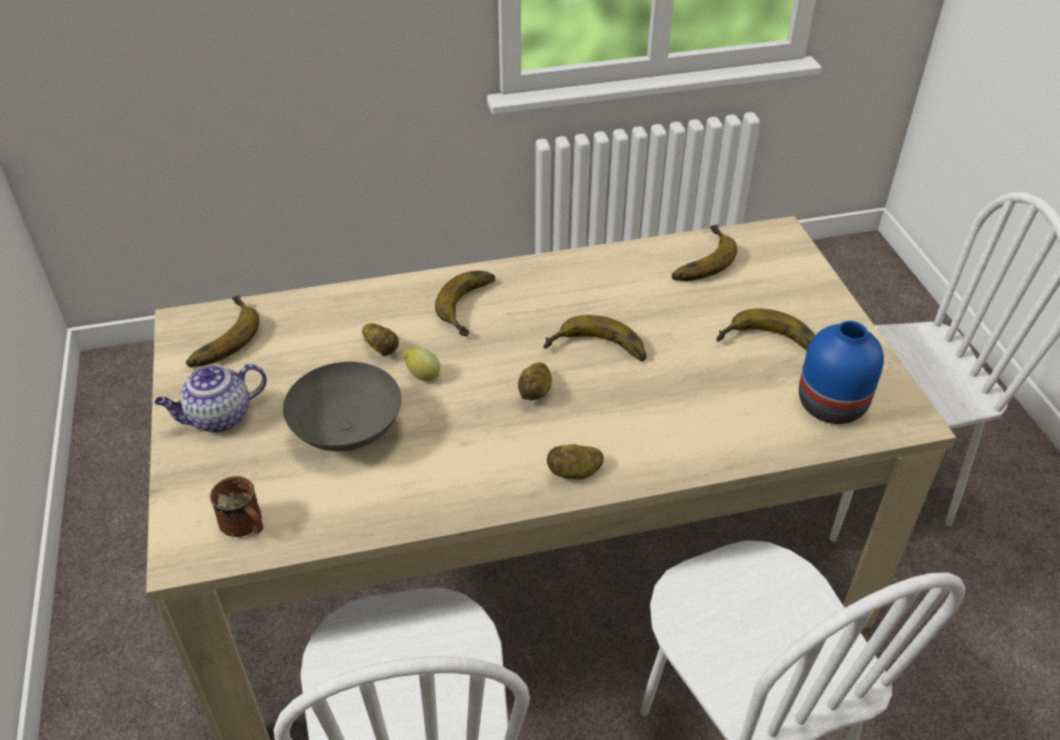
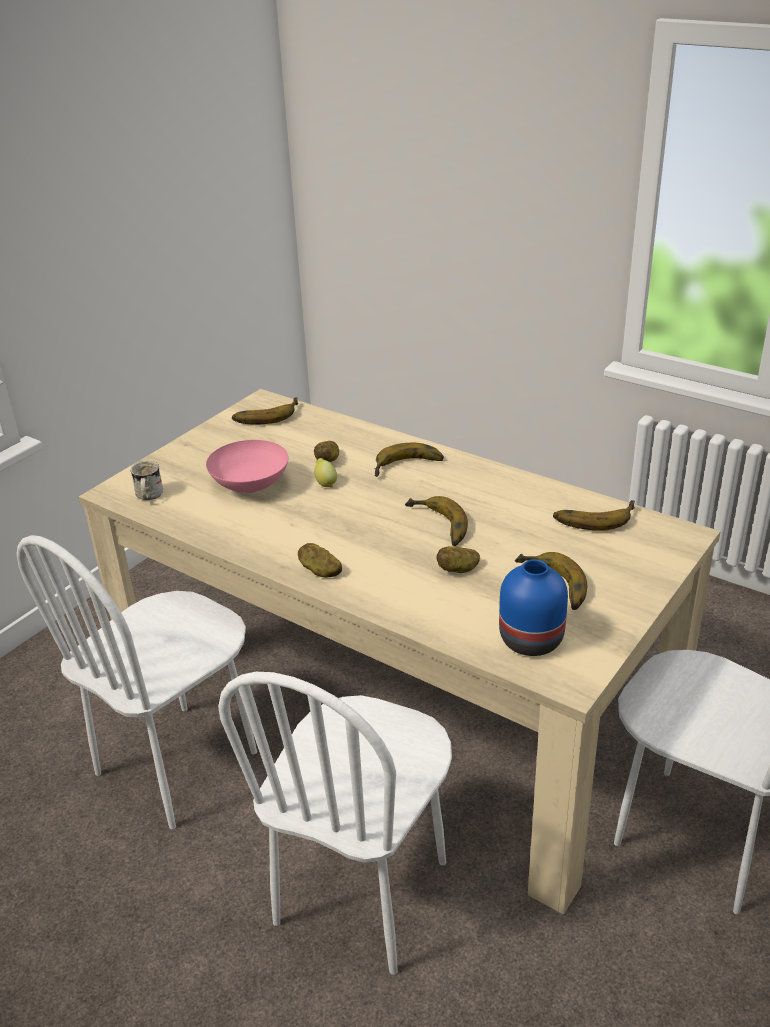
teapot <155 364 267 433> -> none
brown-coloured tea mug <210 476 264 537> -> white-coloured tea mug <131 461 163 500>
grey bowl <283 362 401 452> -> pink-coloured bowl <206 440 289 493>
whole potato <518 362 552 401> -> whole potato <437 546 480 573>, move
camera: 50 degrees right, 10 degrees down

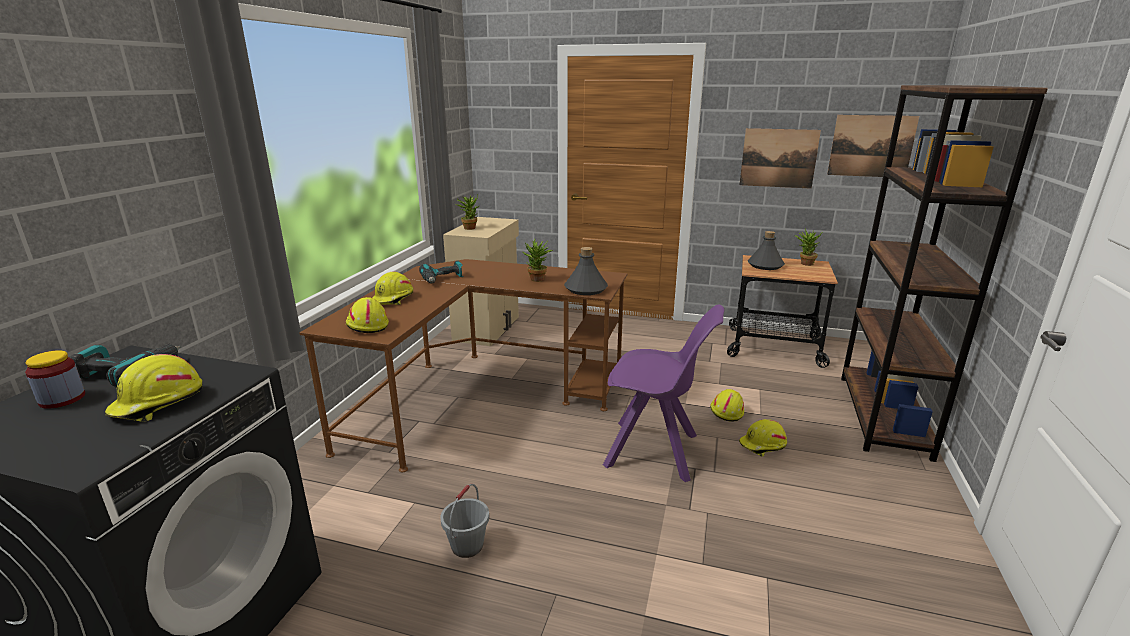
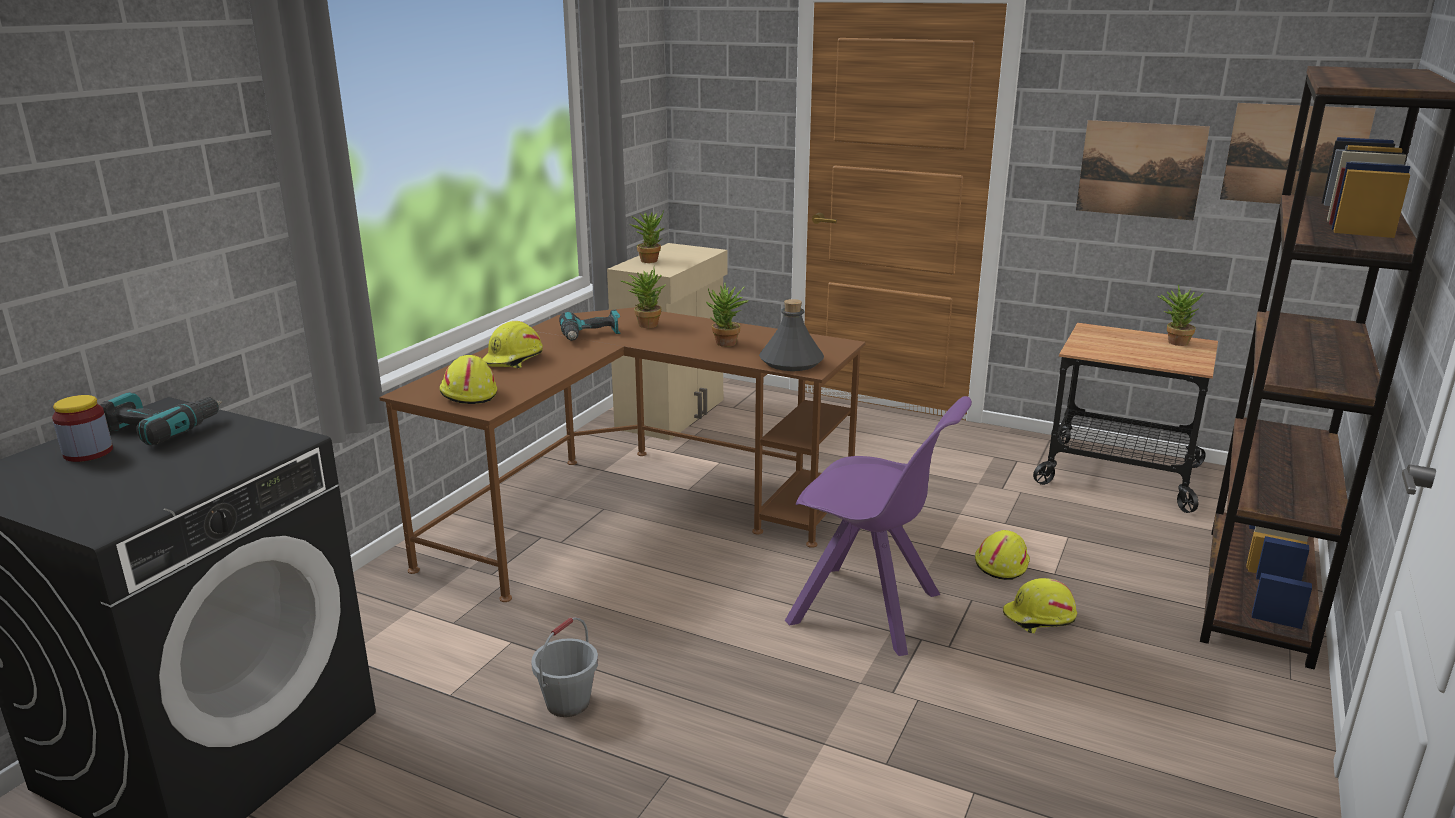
yellow safety helmet <105 354 203 422> -> none
grey bottle <748 231 785 270> -> none
none -> potted plant <621 268 666 328>
camera: 10 degrees right, 0 degrees up

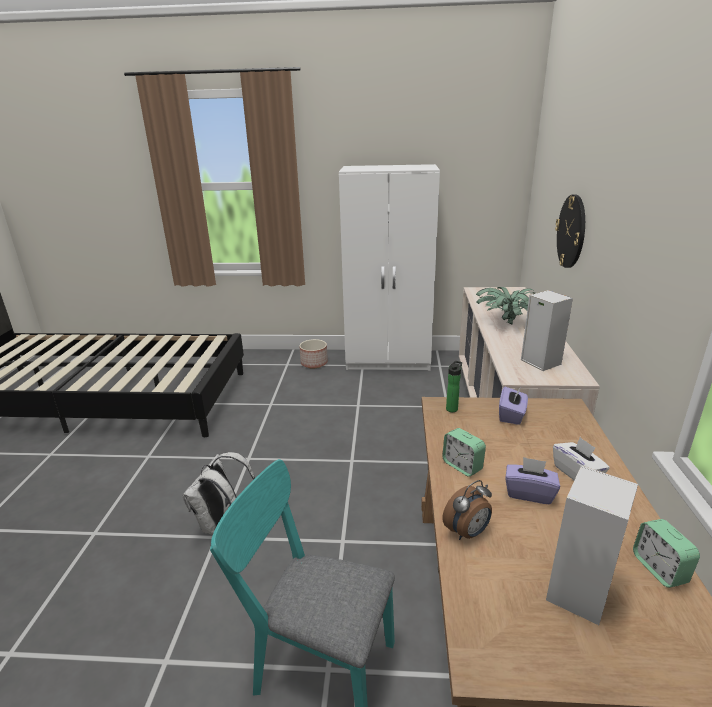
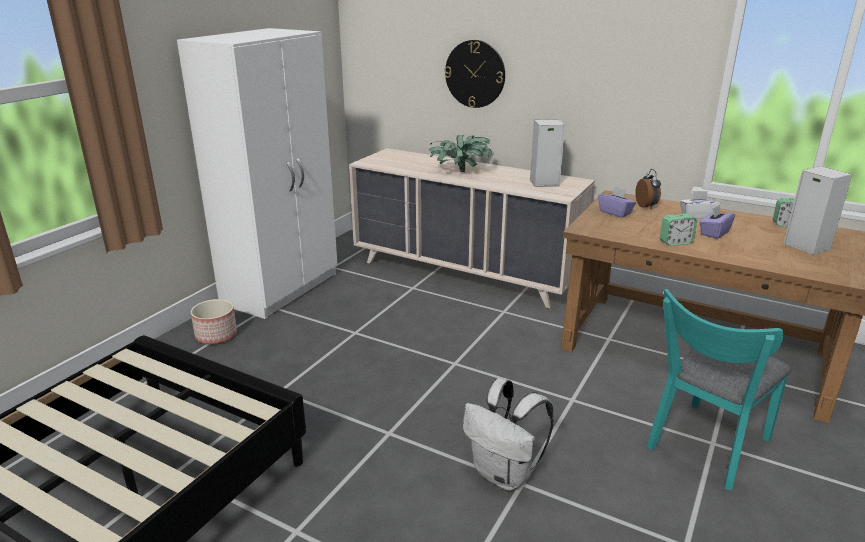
alarm clock <442 480 492 540> -> alarm clock <635 169 661 209>, move
bottle <446 361 462 412> -> none
camera: 65 degrees left, 0 degrees up

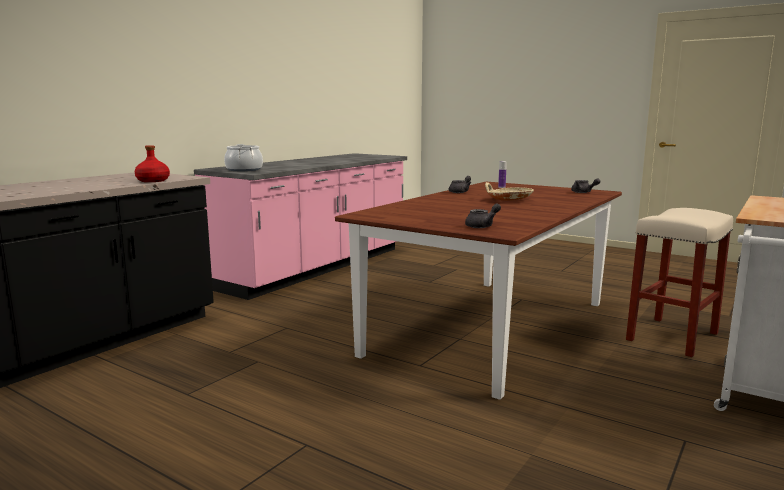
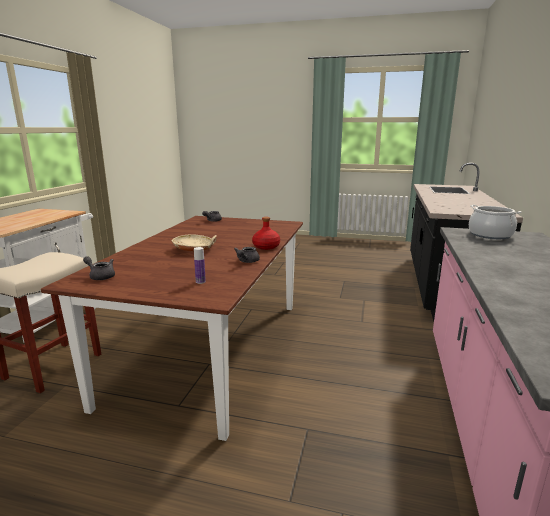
reddish bottle <134 145 170 182> -> reddish bottle <252 217 280 250>, move
camera: 160 degrees right, 5 degrees up

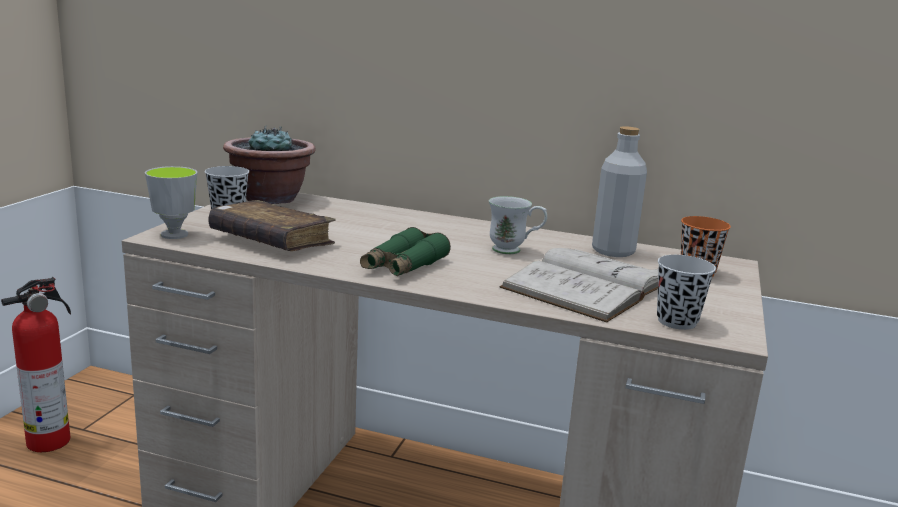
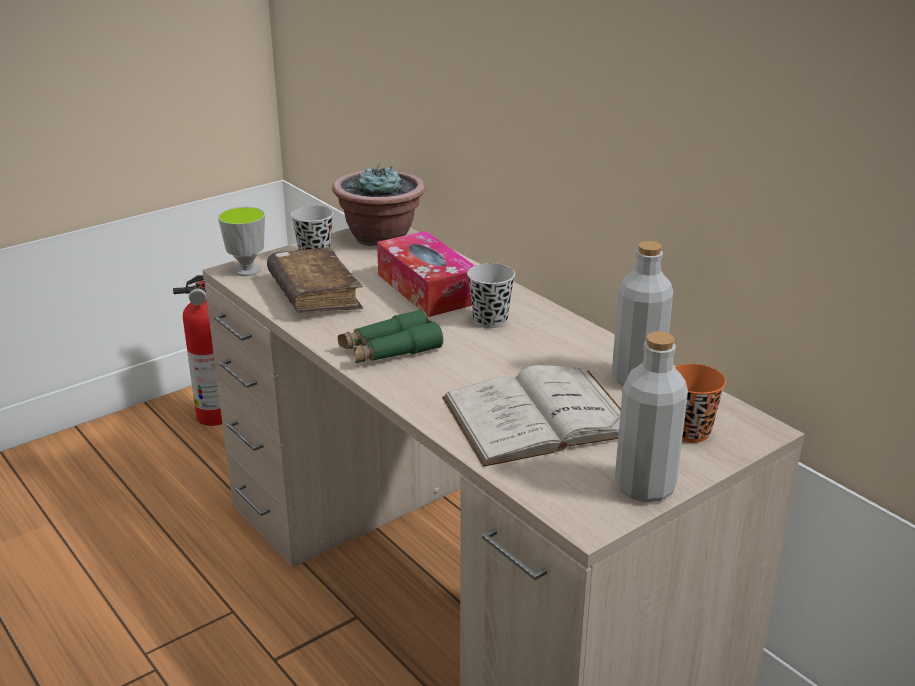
white-coloured tea mug <489 196 547 254> -> none
blackish drinking cup <657 255 716 330> -> blackish drinking cup <467 263 515 328>, move
none -> tissue holder <377 231 475 317>
none -> grey bottle <615 331 688 502>
camera: 35 degrees right, 10 degrees up

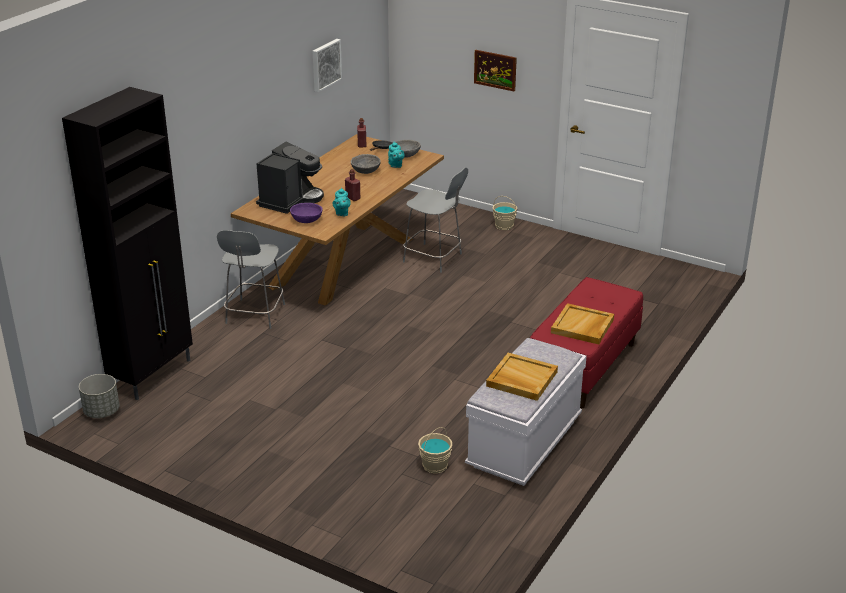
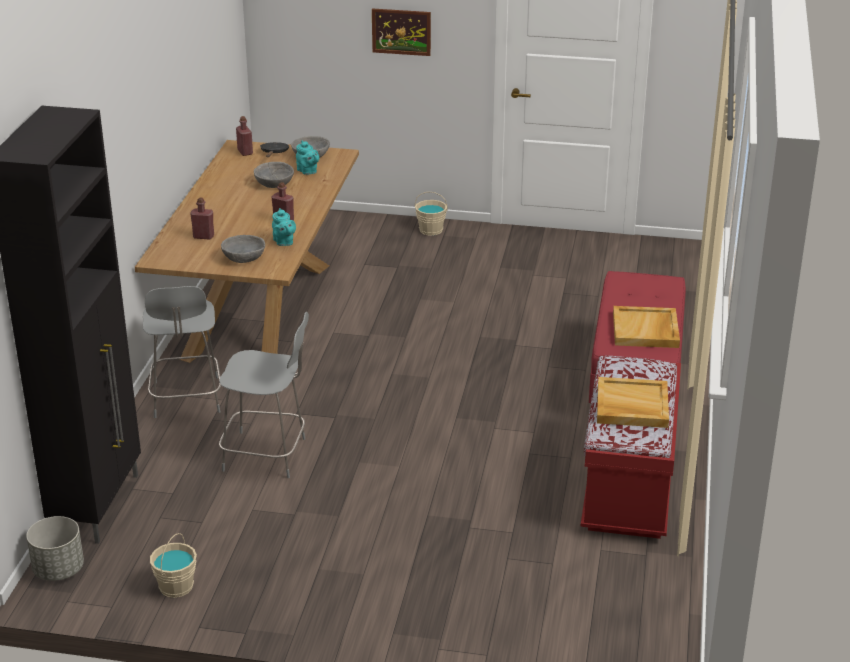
coffee machine <256 141 324 214> -> reddish bottle <190 197 214 240>
purple bowl <290 203 323 223> -> grey bowl <221 235 265 263>
picture <312 39 342 92> -> none
grey upright chair <403 167 468 273> -> grey upright chair <219 312 309 478>, move
sand-coloured bucket <418 427 452 474> -> sand-coloured bucket <150 533 197 598>, move
white-coloured indoor bench <465 338 586 486> -> reddish indoor bench <580 356 681 539>
camera: 20 degrees left, 0 degrees up

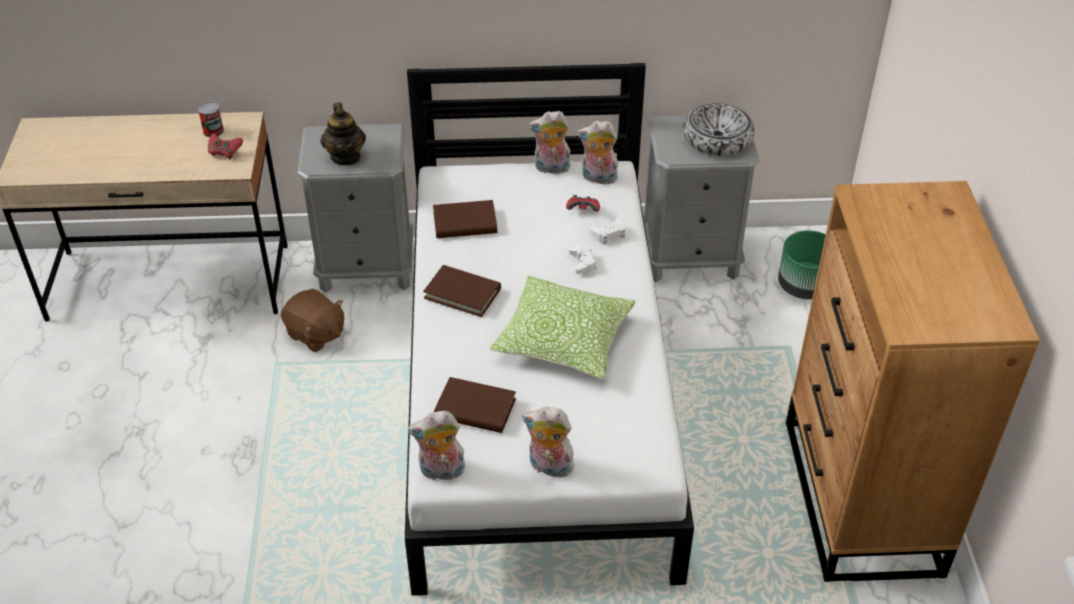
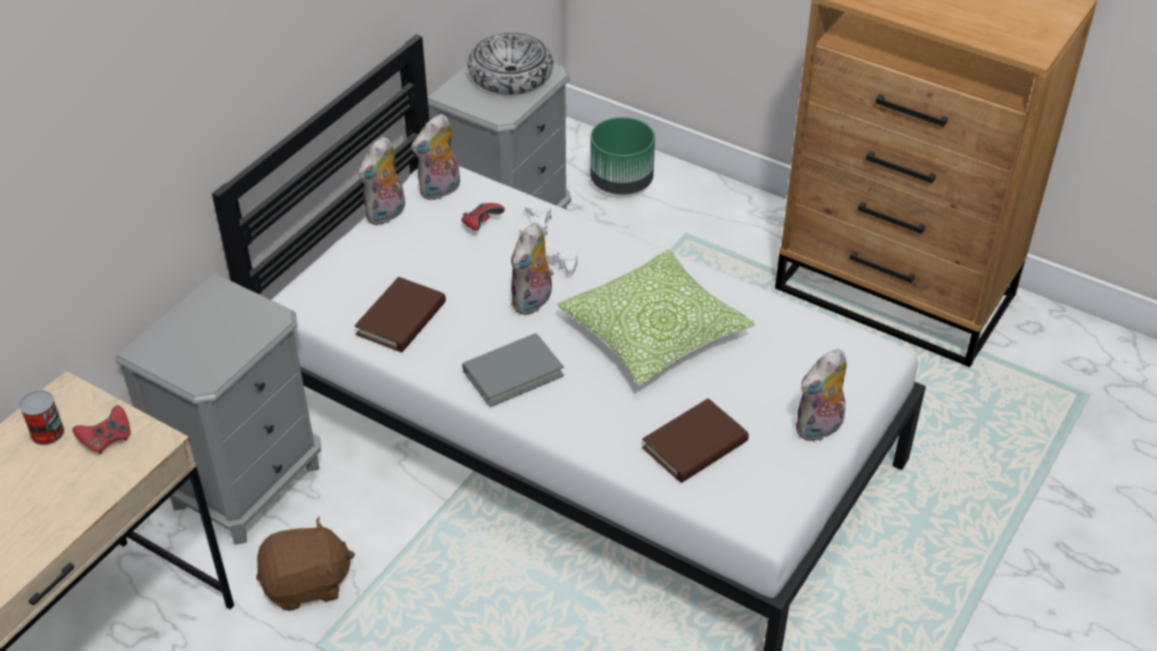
teapot <320 102 366 165> -> none
cuddly toy <408 411 466 483> -> cuddly toy <511 222 554 315>, move
brown-coloured bound book <423 265 501 317> -> grey bound book <462 333 564 407>
camera: 55 degrees left, 0 degrees up

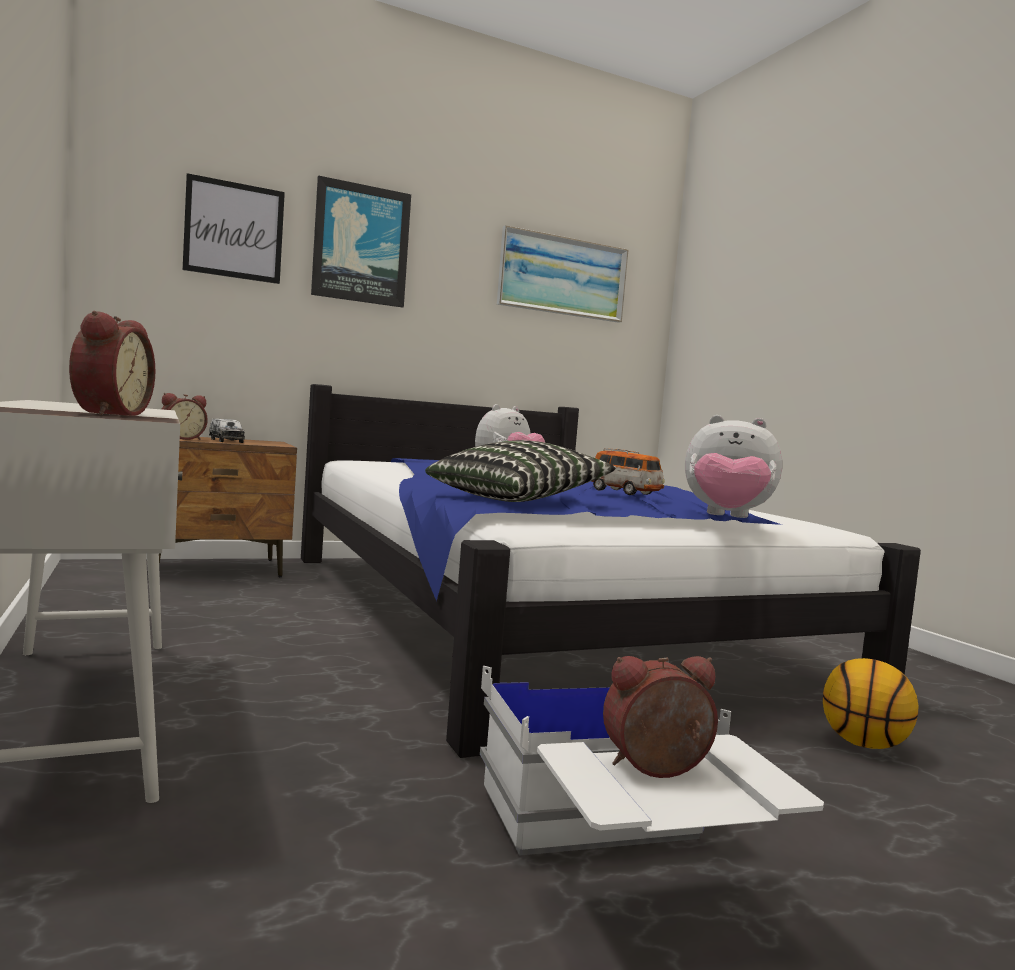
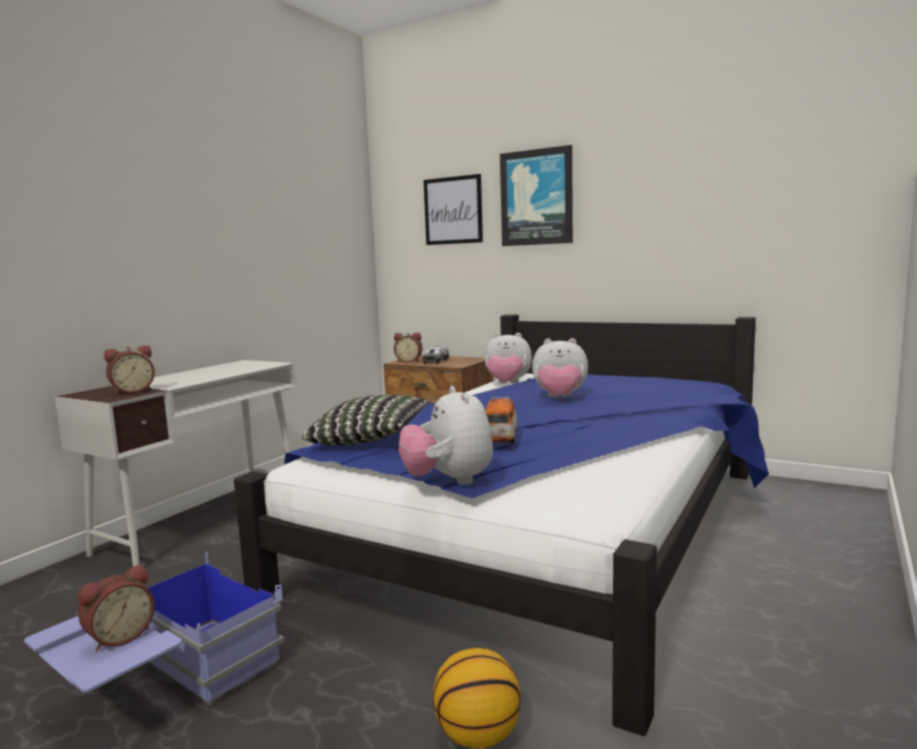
white-coloured storage box <480 666 824 856> -> blue storage box <24 552 284 705>
picture <497 225 629 323> -> none
alarm clock <603 656 718 778> -> alarm clock <77 564 155 652>, 90 degrees clockwise
none -> cuddly toy <485 333 532 383>
camera: 55 degrees right, 5 degrees up

